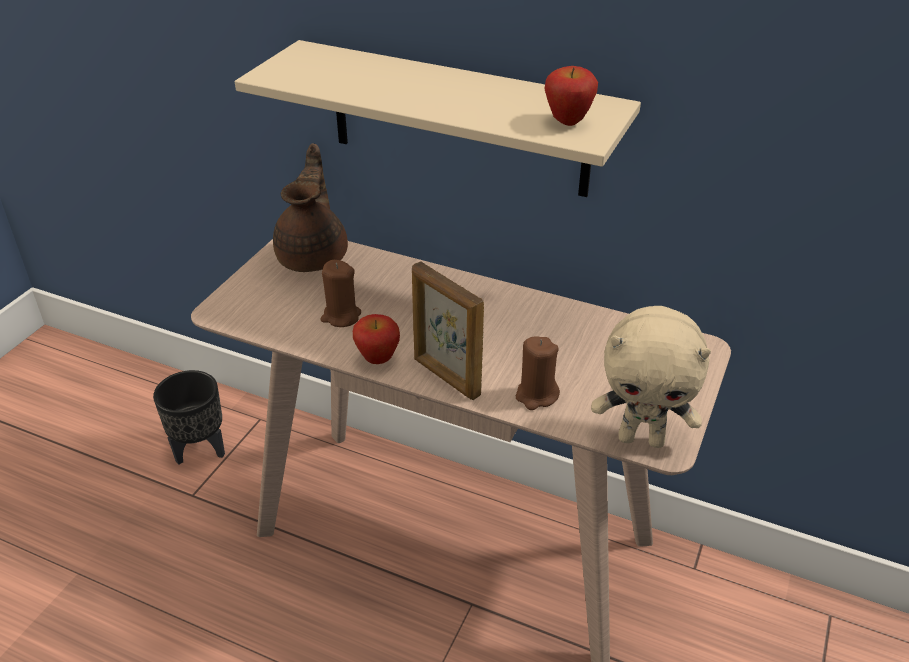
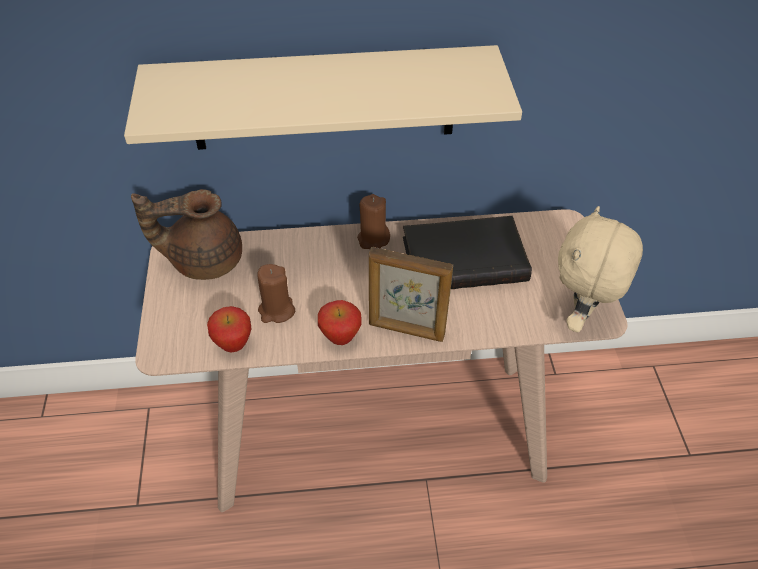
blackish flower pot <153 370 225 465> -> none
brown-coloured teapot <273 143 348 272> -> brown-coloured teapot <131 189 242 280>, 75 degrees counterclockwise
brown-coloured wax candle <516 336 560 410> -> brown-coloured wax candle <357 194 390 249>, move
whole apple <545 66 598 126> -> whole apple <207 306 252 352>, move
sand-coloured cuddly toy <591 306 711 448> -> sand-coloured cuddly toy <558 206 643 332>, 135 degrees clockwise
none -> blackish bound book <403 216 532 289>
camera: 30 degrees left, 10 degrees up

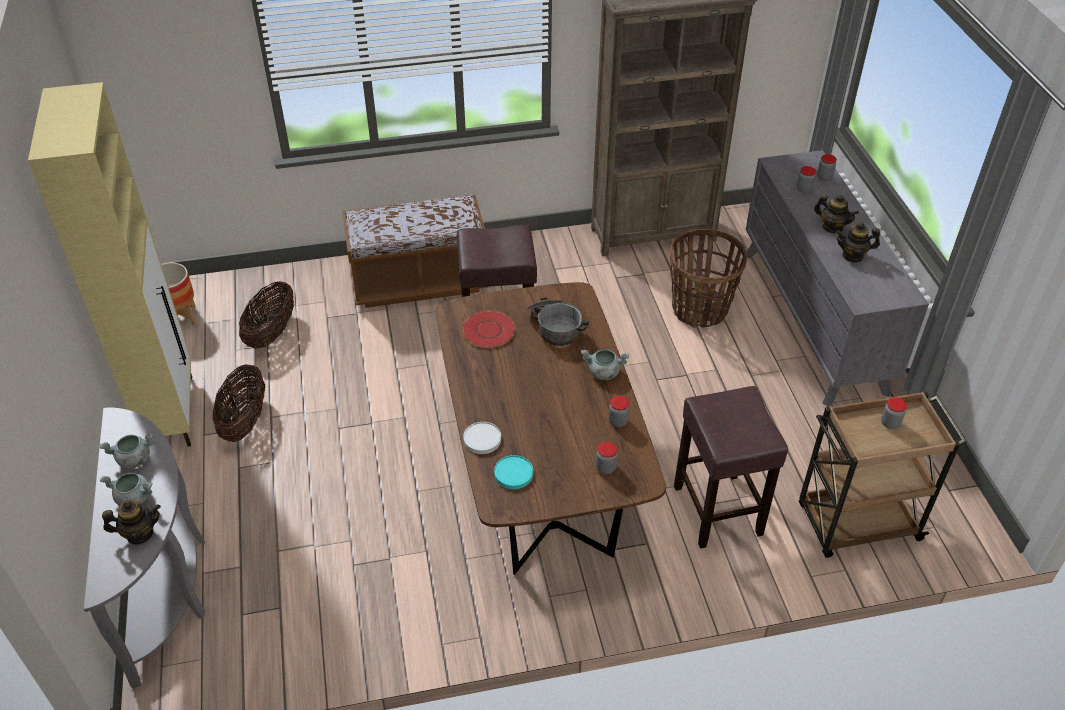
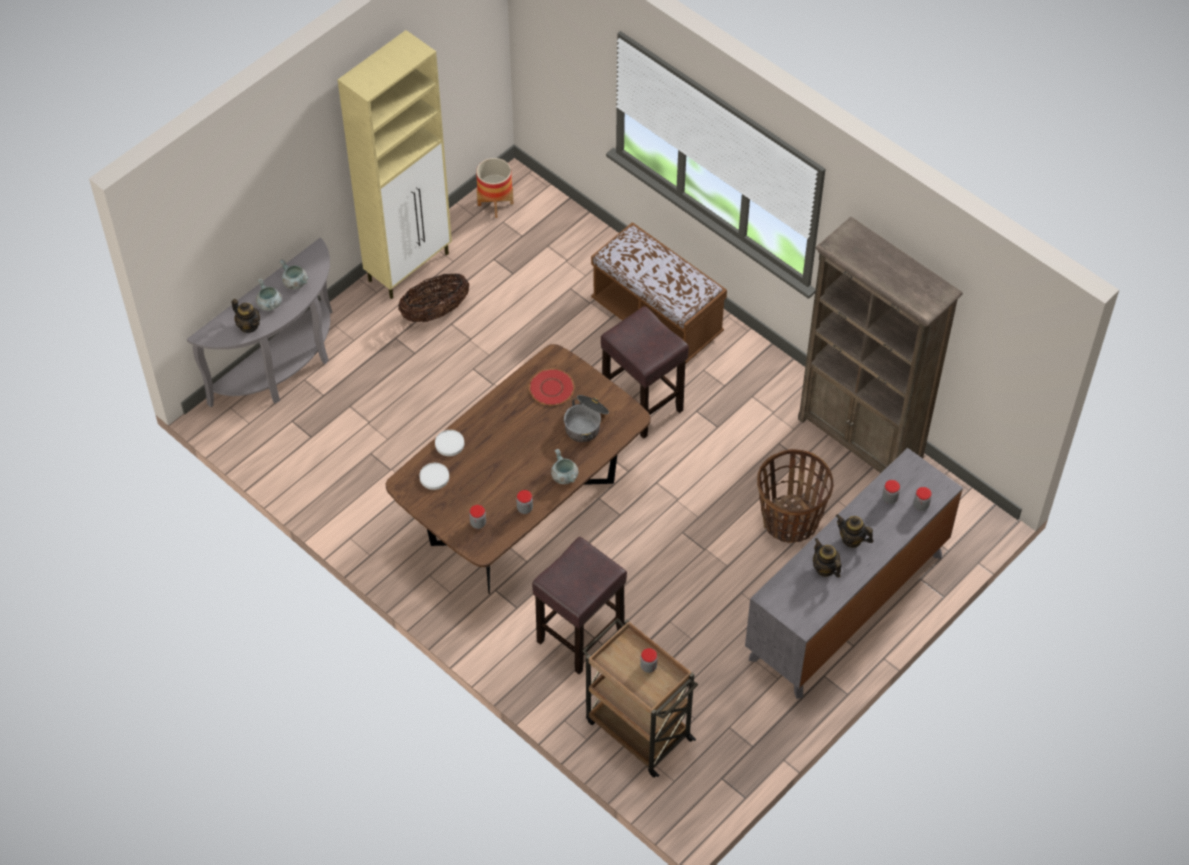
storage basket <239 281 294 349> -> none
blue-green flat dish <494 455 533 489> -> white-coloured flat dish <419 463 449 490>
teapot <814 194 859 233> -> teapot <836 514 874 548>, 120 degrees clockwise
camera: 55 degrees right, 10 degrees up

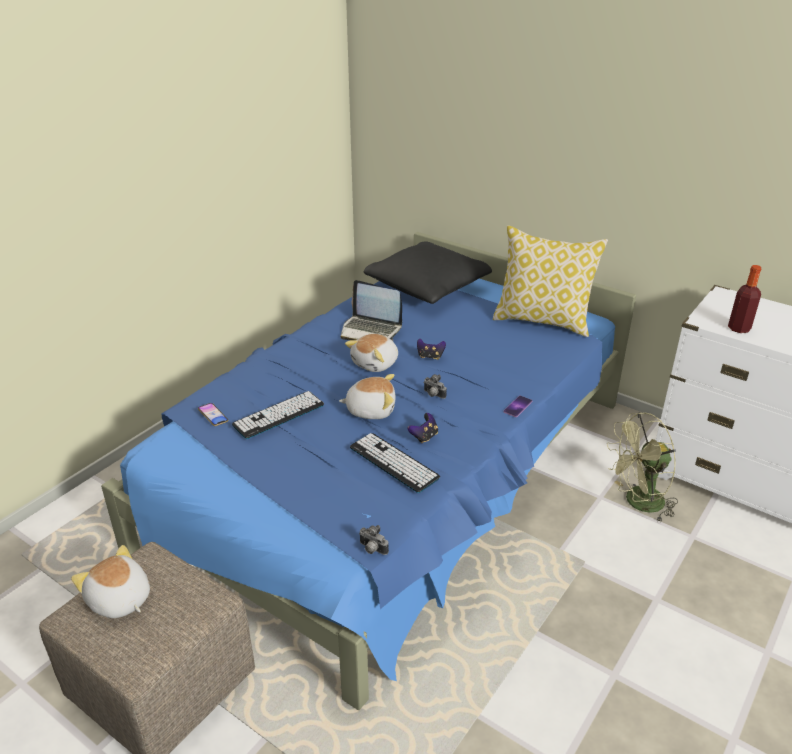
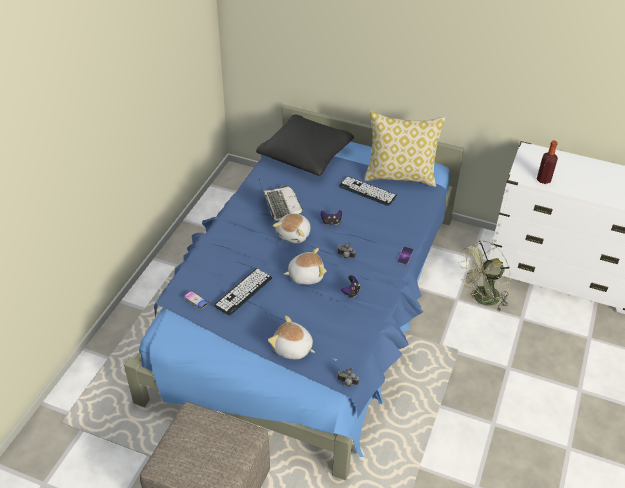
cuddly toy <71 545 150 618> -> cuddly toy <268 316 315 359>, move
laptop <340 280 402 341> -> laptop <259 179 303 222>, 120 degrees counterclockwise
keyboard <350 433 440 493> -> keyboard <339 176 397 206>, move
camera: 15 degrees left, 10 degrees up

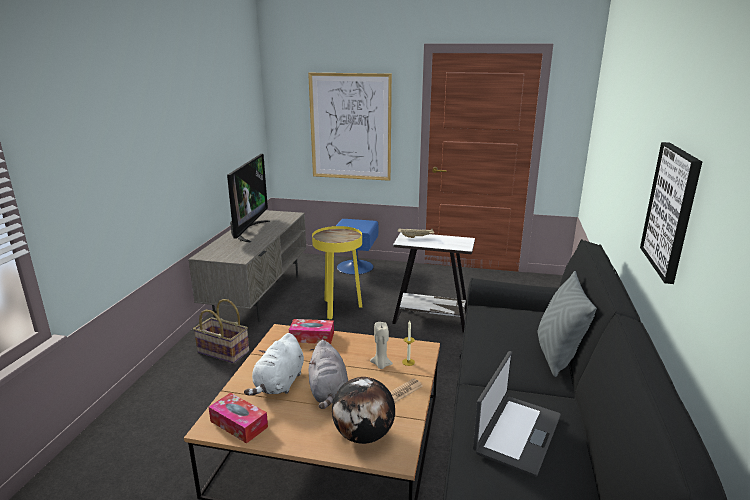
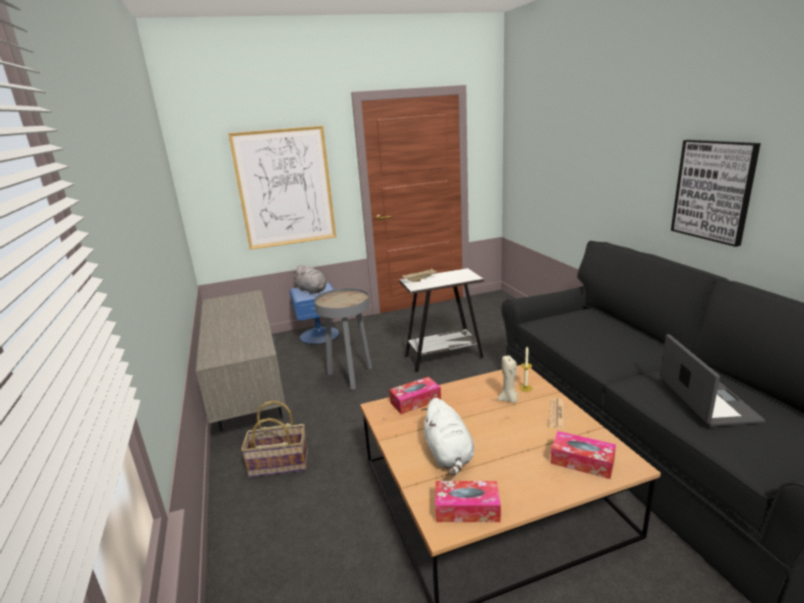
TV <227 154 270 242> -> none
grey cuddly toy <309 340 348 409> -> grey cuddly toy <294 264 327 295>, move
yellow end table <312 226 362 319> -> grey end table <314 288 372 390>
globe <332 377 395 444> -> tissue holder <550 431 616 479>
grey throw pillow <538 271 597 377> -> none
camera: 30 degrees left, 0 degrees up

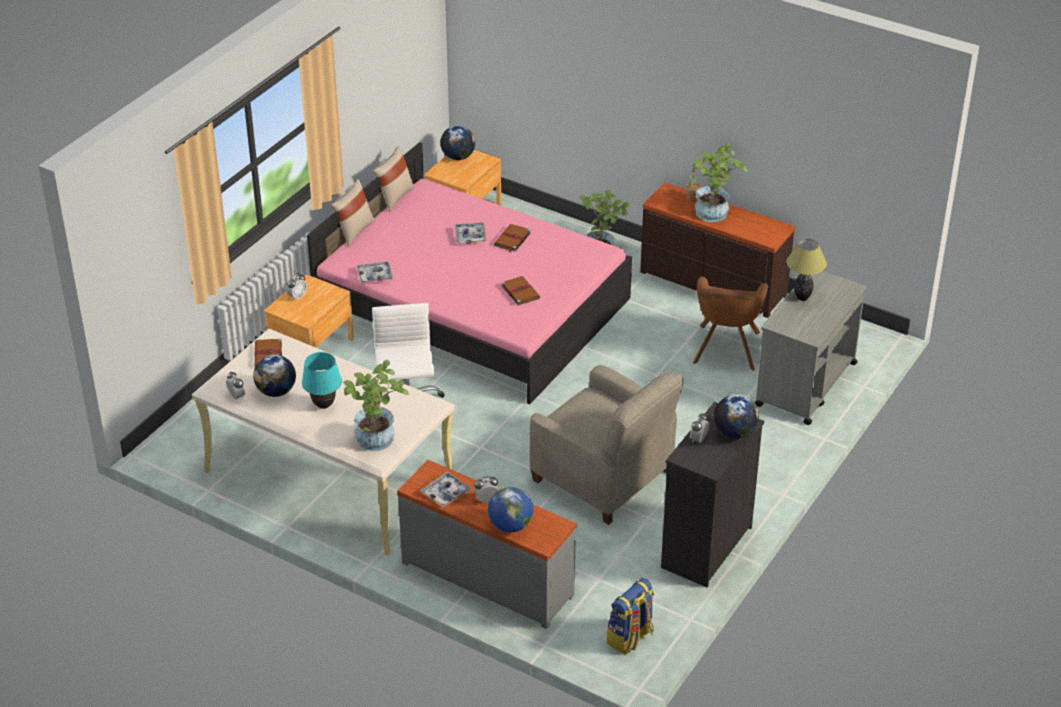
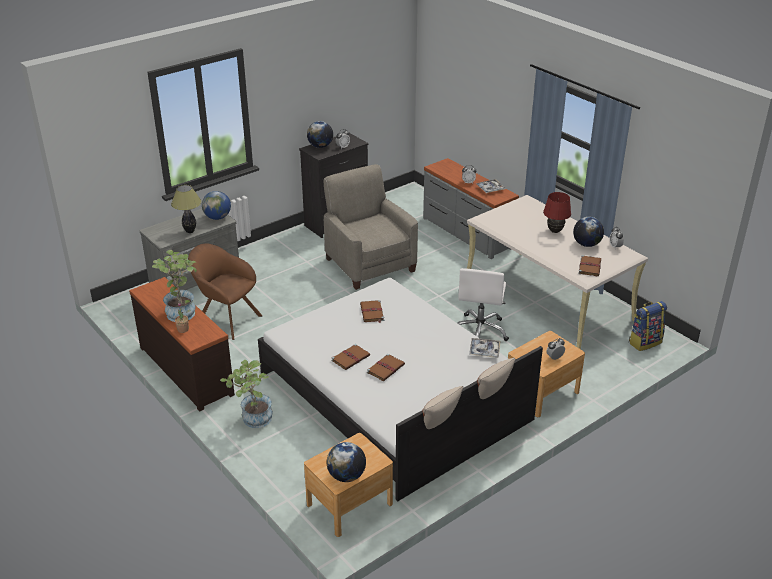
blue-green table lamp <302 352 342 409> -> reddish table lamp <543 192 571 233>
pink-coloured bed <307 142 632 404> -> white-coloured bed <258 278 543 501>
potted plant <343 360 409 451> -> none
carrying tray <454 223 486 244> -> brown-coloured bound book <367 354 405 381>
globe <488 487 533 533> -> globe <202 191 231 220>, move
knapsack <607 578 654 655> -> knapsack <629 301 667 351>, move
brown-coloured lounge chair <693 276 768 370> -> brown-coloured lounge chair <188 243 263 340>, 90 degrees counterclockwise
camera: 160 degrees left, 5 degrees down

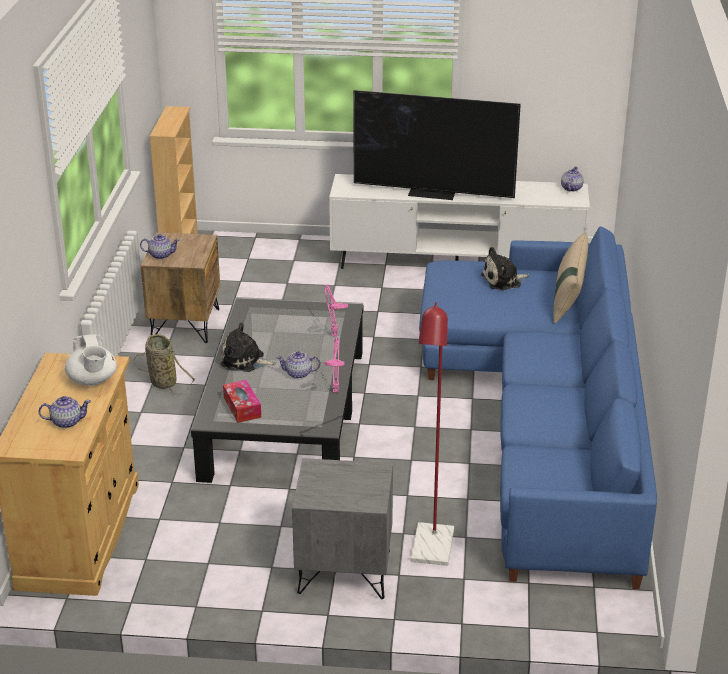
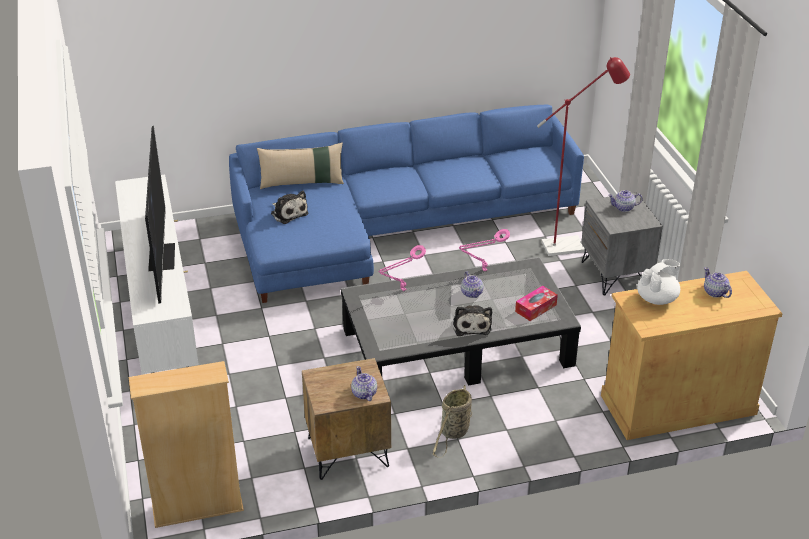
teapot <561 166 584 192> -> teapot <608 190 643 212>, move
camera: 110 degrees left, 5 degrees up

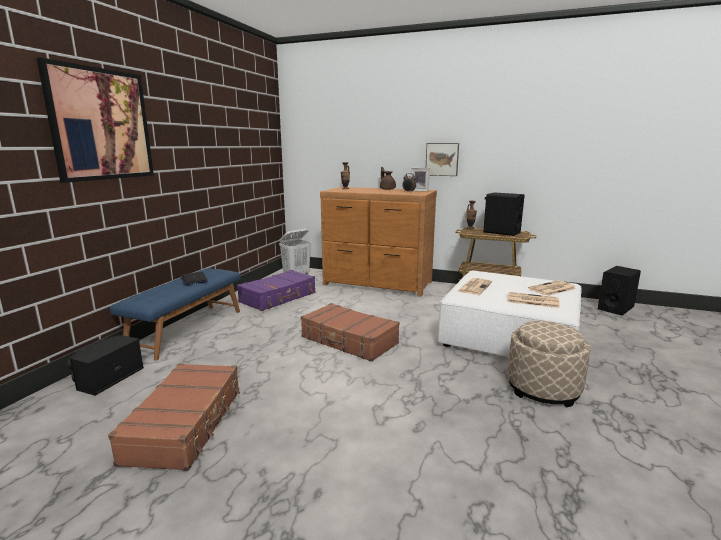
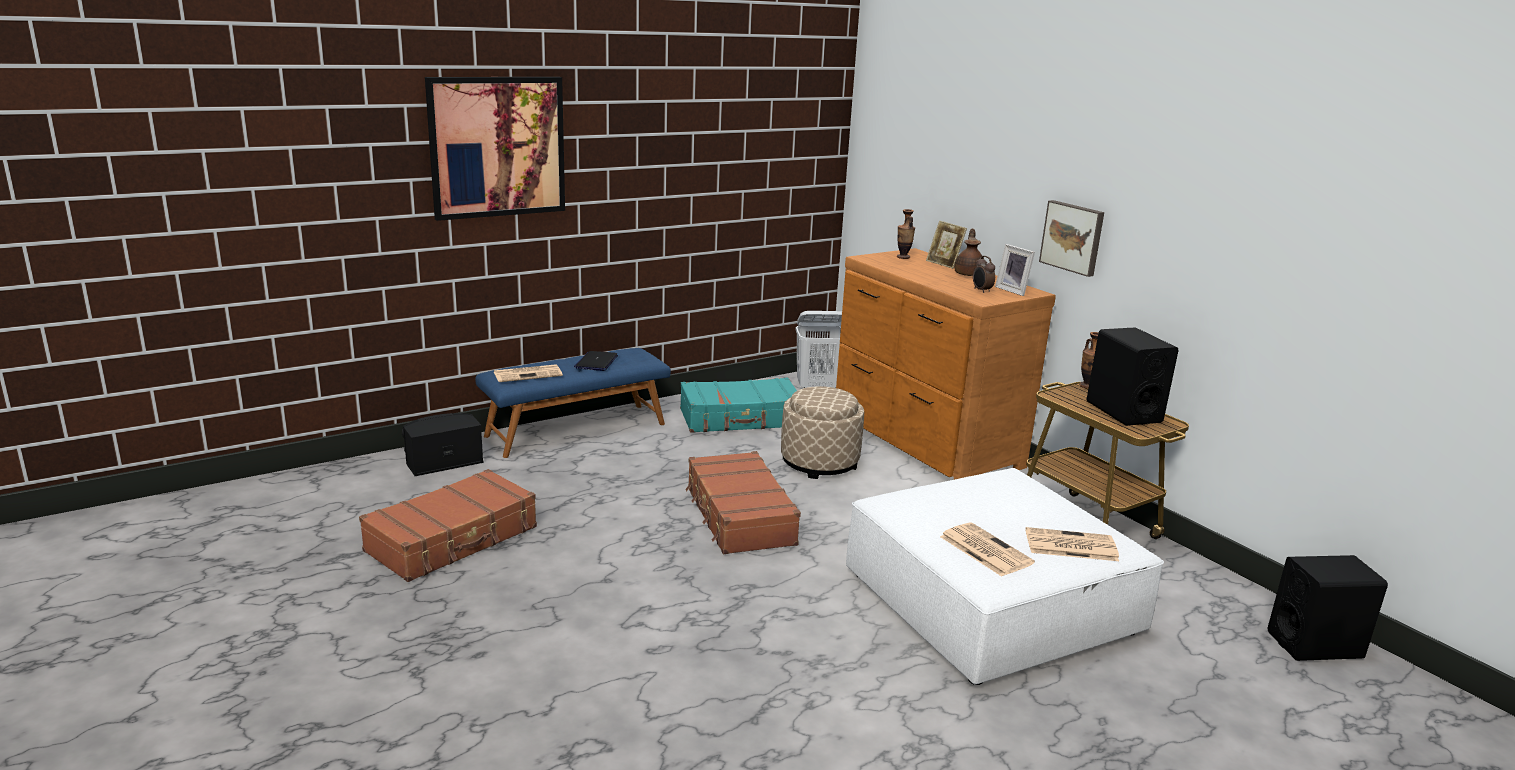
purple suitcase <237 270 316 311> -> blue-green suitcase <680 378 797 433>
newspaper <458 278 492 295> -> newspaper <494 364 563 382>, move
sand-coloured pouffe <508 321 590 407> -> sand-coloured pouffe <781 386 864 479>, move
none -> photo frame <926 221 967 269>
camera: 35 degrees right, 5 degrees up

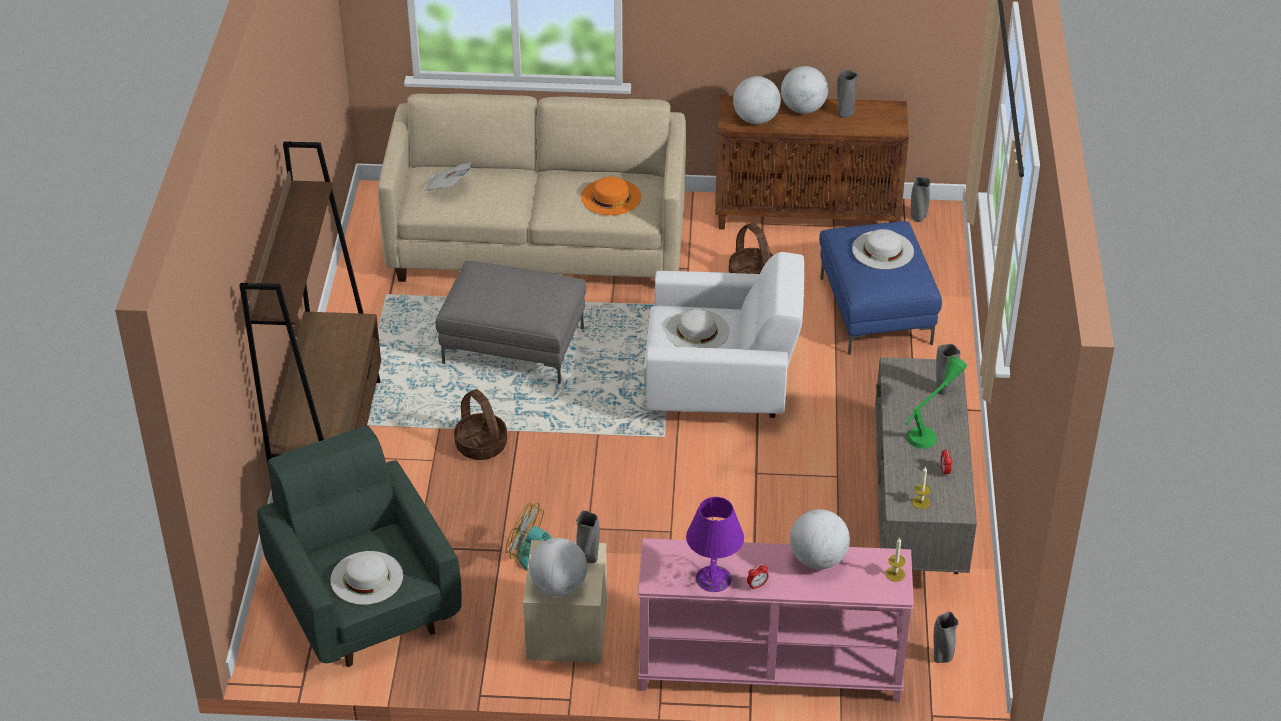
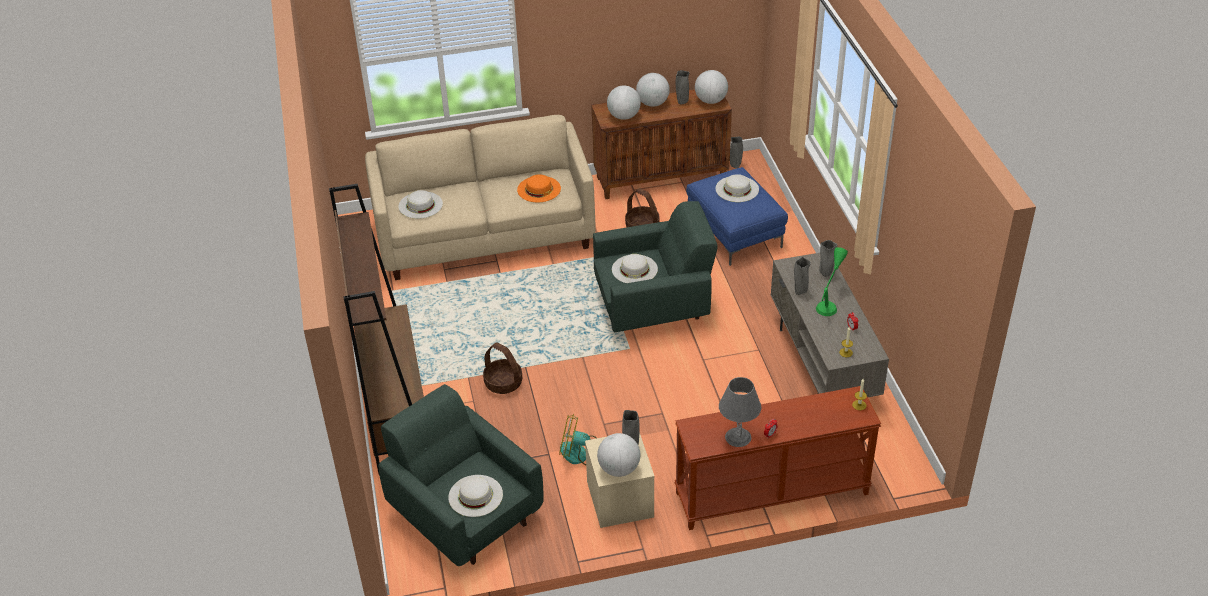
newspaper <425 163 471 191> -> white-coloured wearable hat <398 190 443 219>
grey pouffe <435 261 586 384> -> none
pink-coloured hall table <638 538 914 702> -> brown-coloured hall table <675 386 881 530>
white-coloured lounge chair <644 252 804 418> -> green-coloured lounge chair <593 201 718 332>
purple table lamp <686 497 744 592> -> grey table lamp <719 377 761 447>
globe <790 509 850 569> -> globe <695 70 728 104>, move
grey flower vase <934 612 959 663> -> grey flower vase <794 257 811 295>, move
camera: 15 degrees left, 0 degrees up

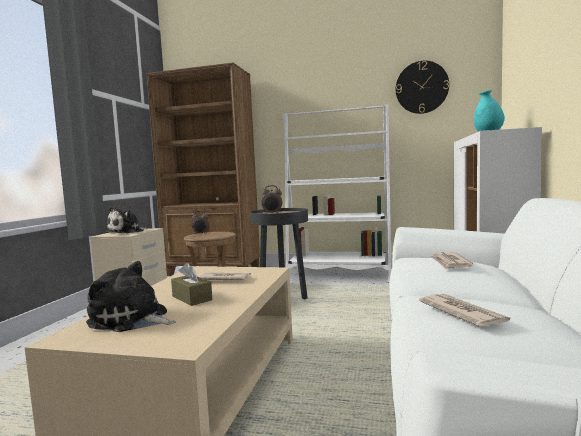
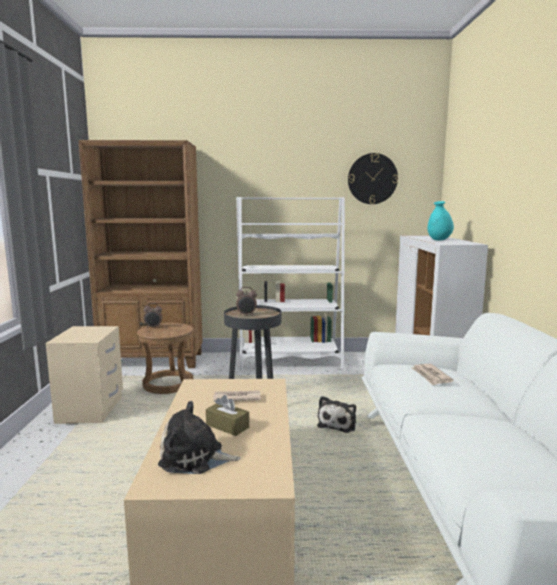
cuddly toy <106 206 148 234> -> cuddly toy <317 396 356 433>, move
newspaper <419 294 510 327> -> none
camera: 15 degrees left, 5 degrees up

